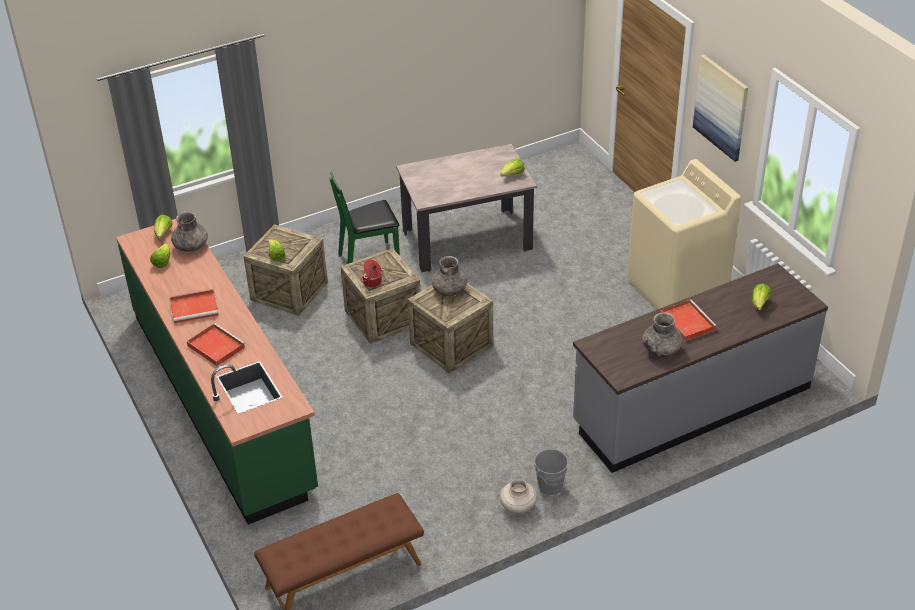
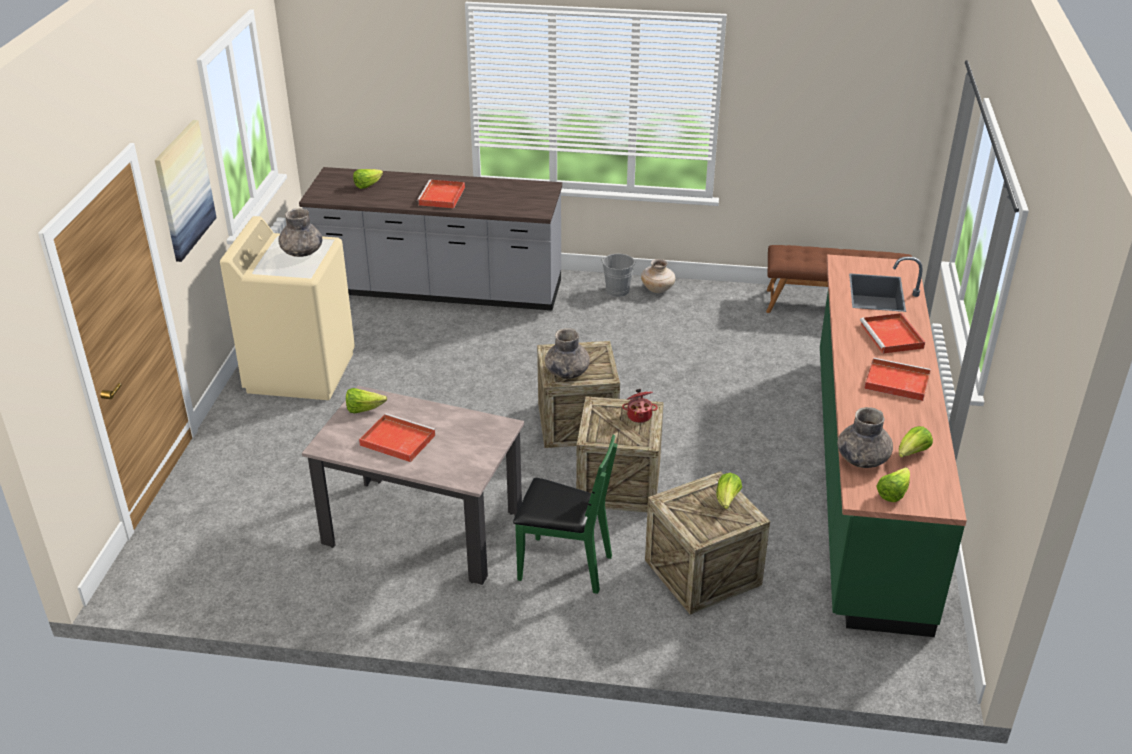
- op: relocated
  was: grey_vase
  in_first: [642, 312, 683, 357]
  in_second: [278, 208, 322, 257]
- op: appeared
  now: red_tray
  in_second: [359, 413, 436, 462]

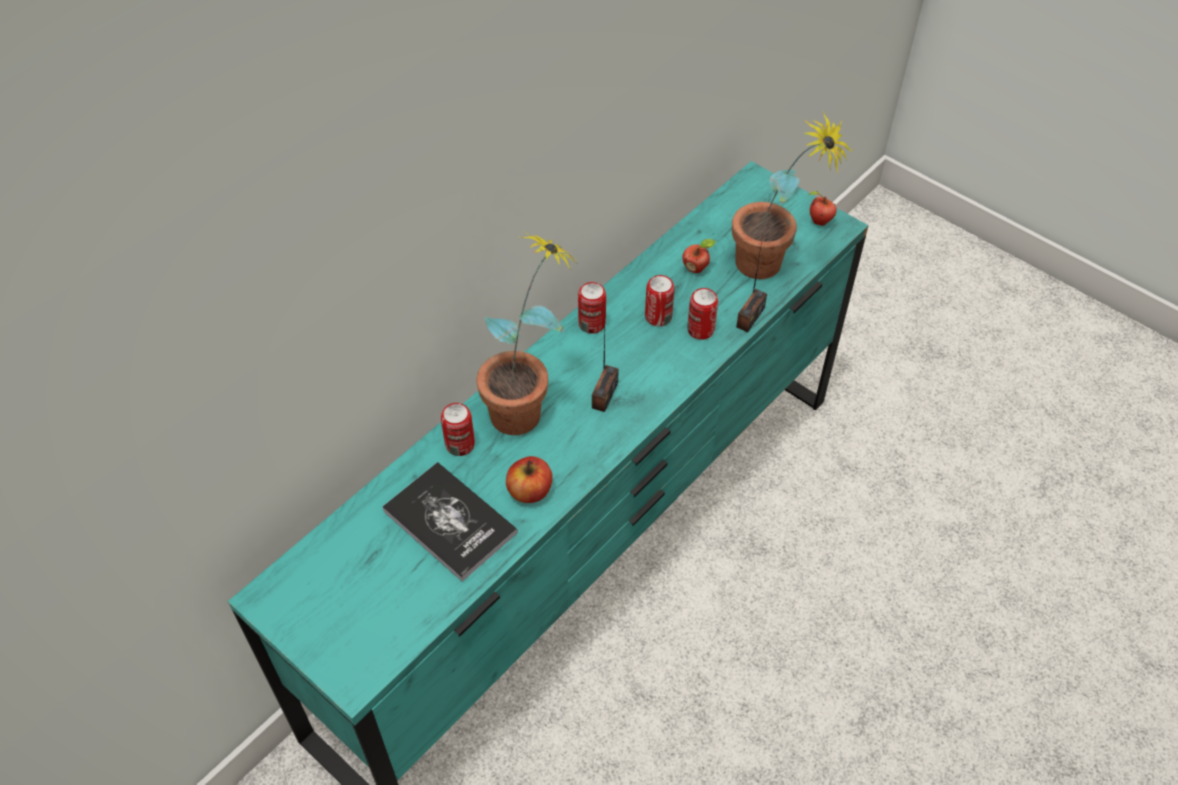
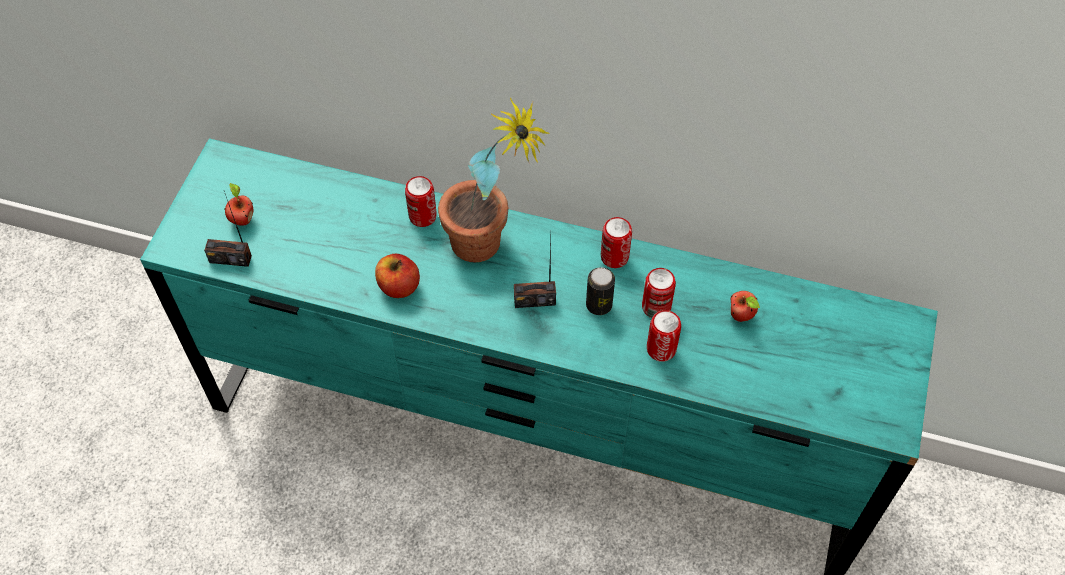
- op: relocated
  was: radio
  in_first: [736, 235, 767, 332]
  in_second: [204, 191, 252, 267]
- op: relocated
  was: apple
  in_first: [809, 191, 837, 226]
  in_second: [224, 183, 253, 226]
- op: appeared
  now: can
  in_second: [586, 267, 615, 315]
- op: missing
  was: book
  in_first: [382, 462, 518, 582]
- op: missing
  was: potted_plant
  in_first: [732, 112, 853, 279]

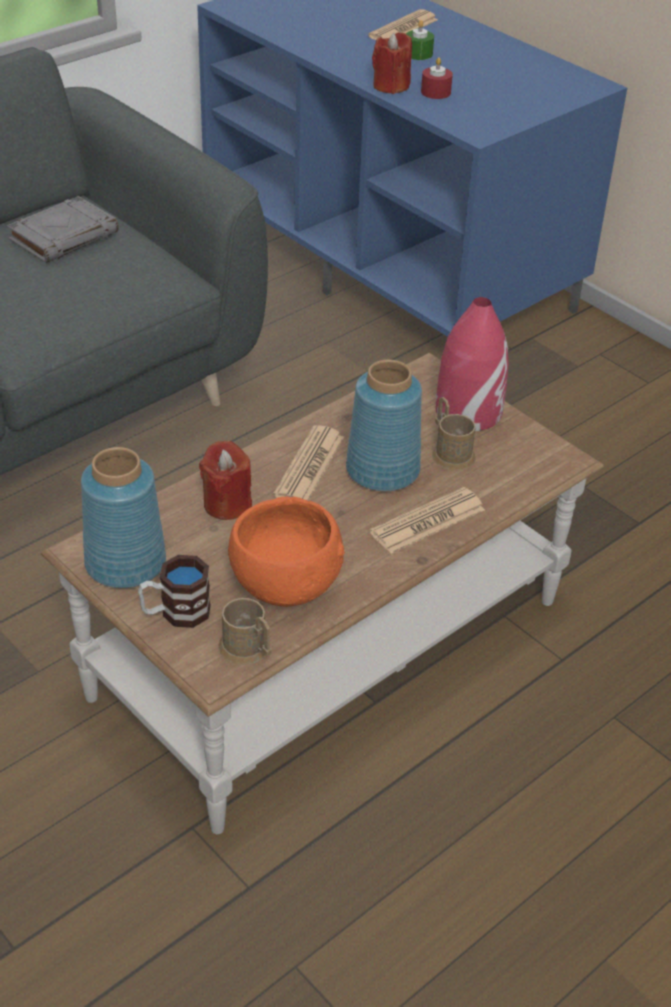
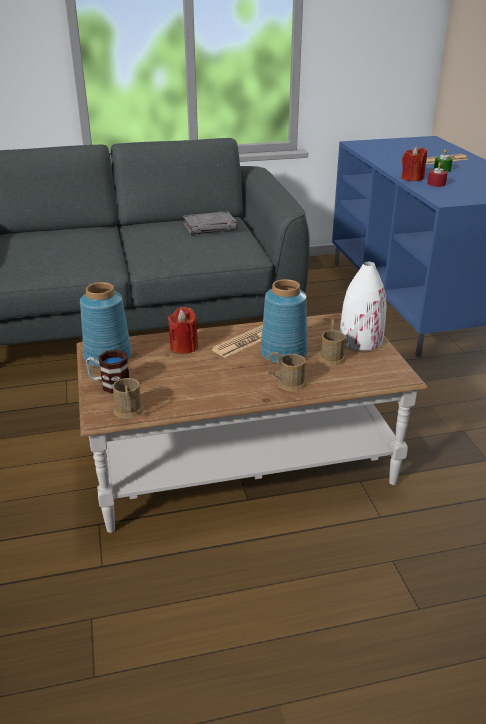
- op: exchanged
  was: newspaper
  now: brown_mug
  in_first: [370, 487, 485, 554]
  in_second: [268, 352, 307, 392]
- op: colour
  was: red_vase
  now: white_vase
  in_first: [436, 297, 509, 431]
  in_second: [340, 262, 387, 351]
- op: missing
  was: orange_bowl
  in_first: [228, 496, 344, 607]

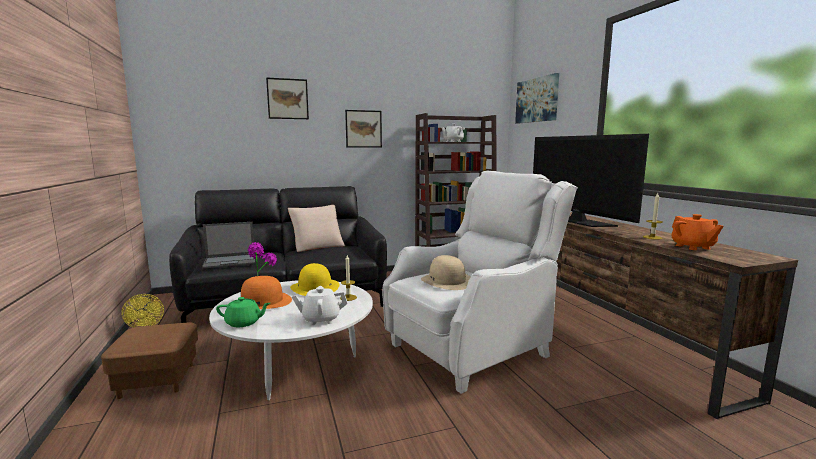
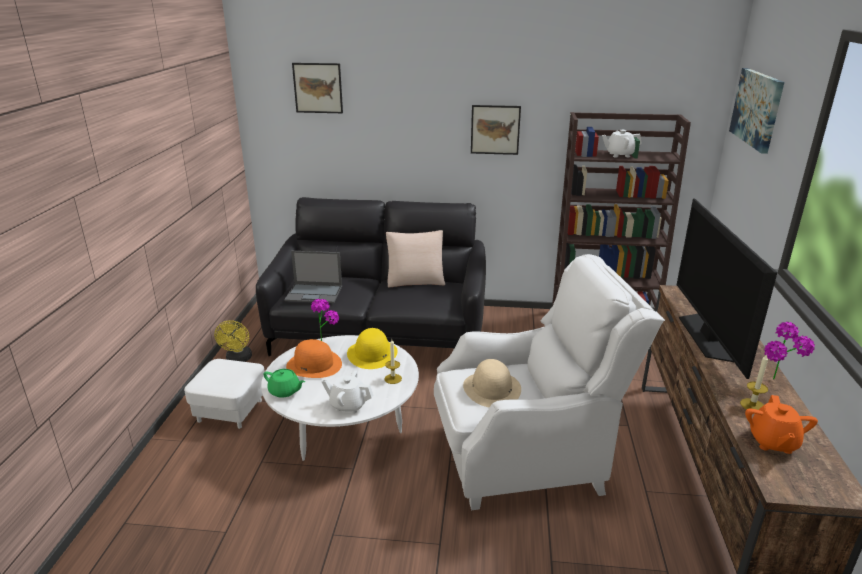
- op: colour
  was: brown_ottoman
  now: white_ottoman
  in_first: [101, 322, 198, 399]
  in_second: [184, 359, 265, 429]
- op: relocated
  was: picture
  in_first: [266, 77, 309, 119]
  in_second: [292, 63, 343, 113]
- op: appeared
  now: potted_plant
  in_second: [764, 322, 815, 379]

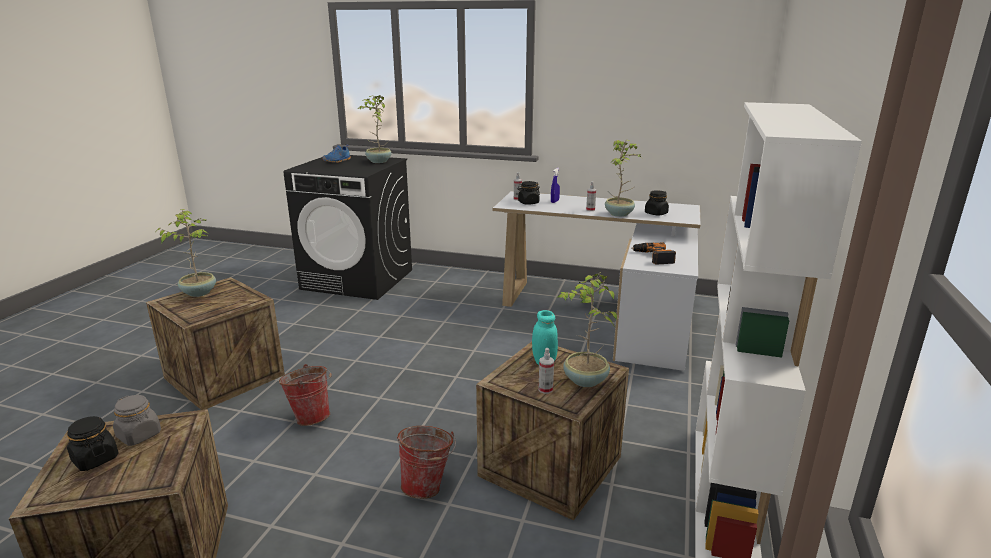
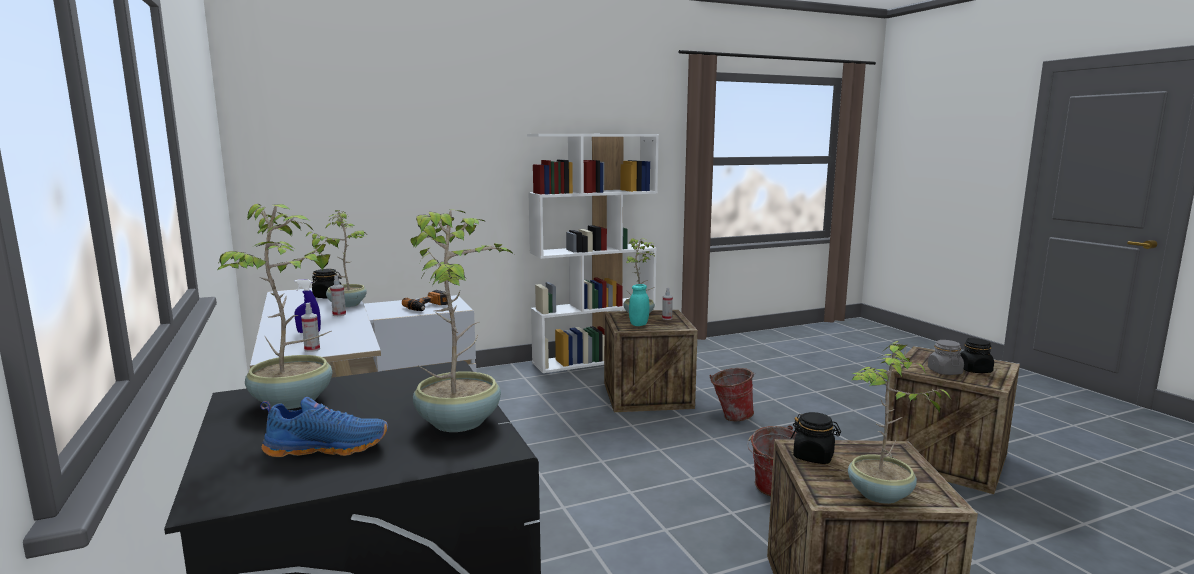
- op: appeared
  now: potted_plant
  in_second: [410, 209, 514, 432]
- op: relocated
  was: black_jar
  in_first: [518, 181, 540, 205]
  in_second: [791, 412, 841, 464]

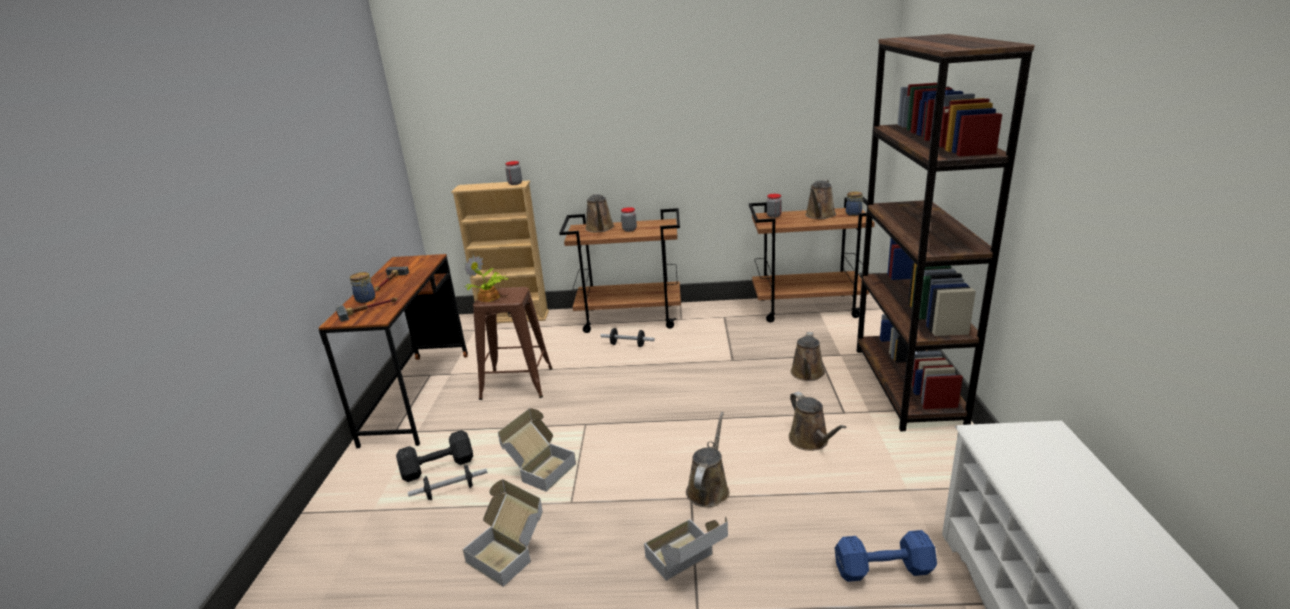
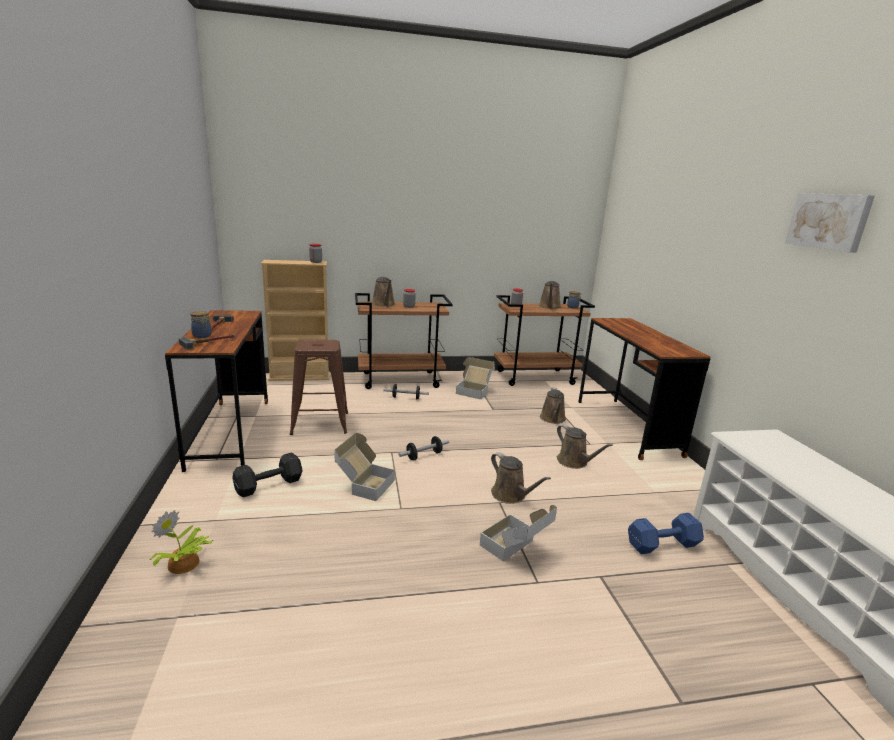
- op: relocated
  was: potted_plant
  in_first: [464, 255, 509, 302]
  in_second: [150, 510, 213, 574]
- op: relocated
  was: dumbbell
  in_first: [408, 465, 487, 500]
  in_second: [399, 436, 449, 460]
- op: relocated
  was: cardboard_box
  in_first: [463, 479, 543, 587]
  in_second: [456, 357, 495, 399]
- op: spun
  was: brown_watering_can
  in_first: [686, 412, 730, 507]
  in_second: [491, 452, 551, 504]
  clockwise: 135
- op: exchanged
  was: brown_bookcase
  now: brown_desk
  in_first: [857, 34, 1035, 431]
  in_second: [578, 318, 710, 460]
- op: appeared
  now: picture
  in_second: [785, 193, 875, 253]

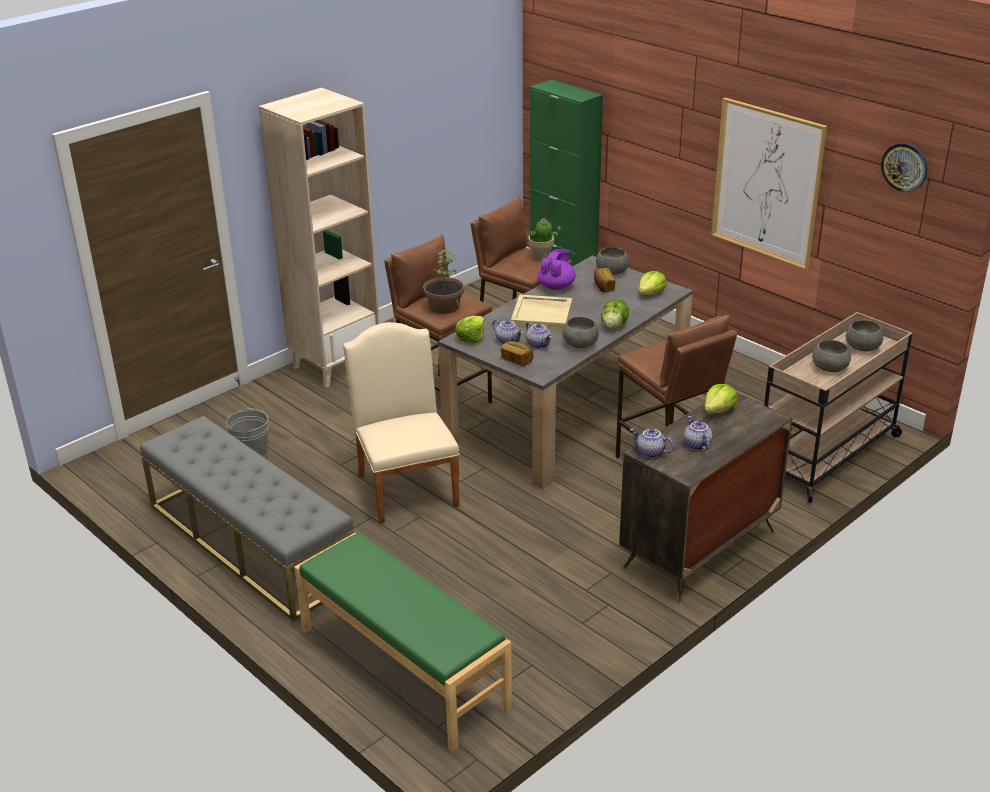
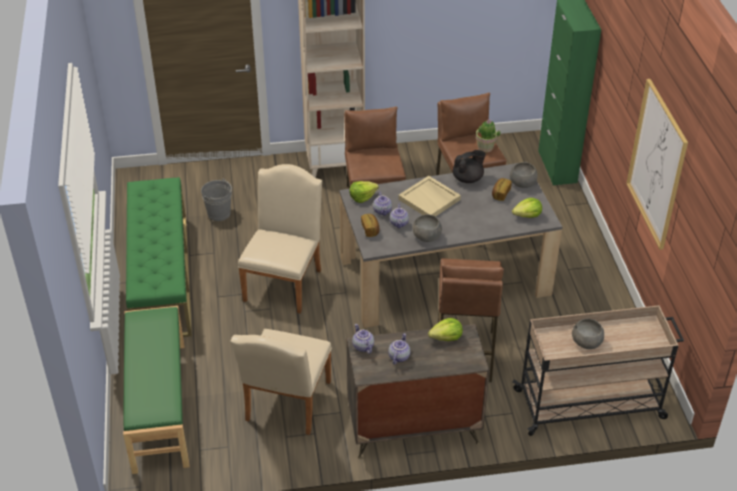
- op: colour
  was: grey_bench
  now: green_bench
  in_first: [140, 416, 354, 621]
  in_second: [126, 177, 192, 337]
- op: appeared
  now: beige_chair
  in_second: [231, 329, 332, 435]
- op: colour
  was: purple_teapot
  now: black_teapot
  in_first: [537, 249, 576, 290]
  in_second: [453, 150, 486, 183]
- op: missing
  was: potted_plant
  in_first: [423, 249, 464, 314]
- op: missing
  was: lettuce
  in_first: [601, 299, 629, 329]
- op: missing
  was: grey_bowl
  in_first: [846, 320, 884, 352]
- op: missing
  was: wall_clock
  in_first: [881, 143, 928, 192]

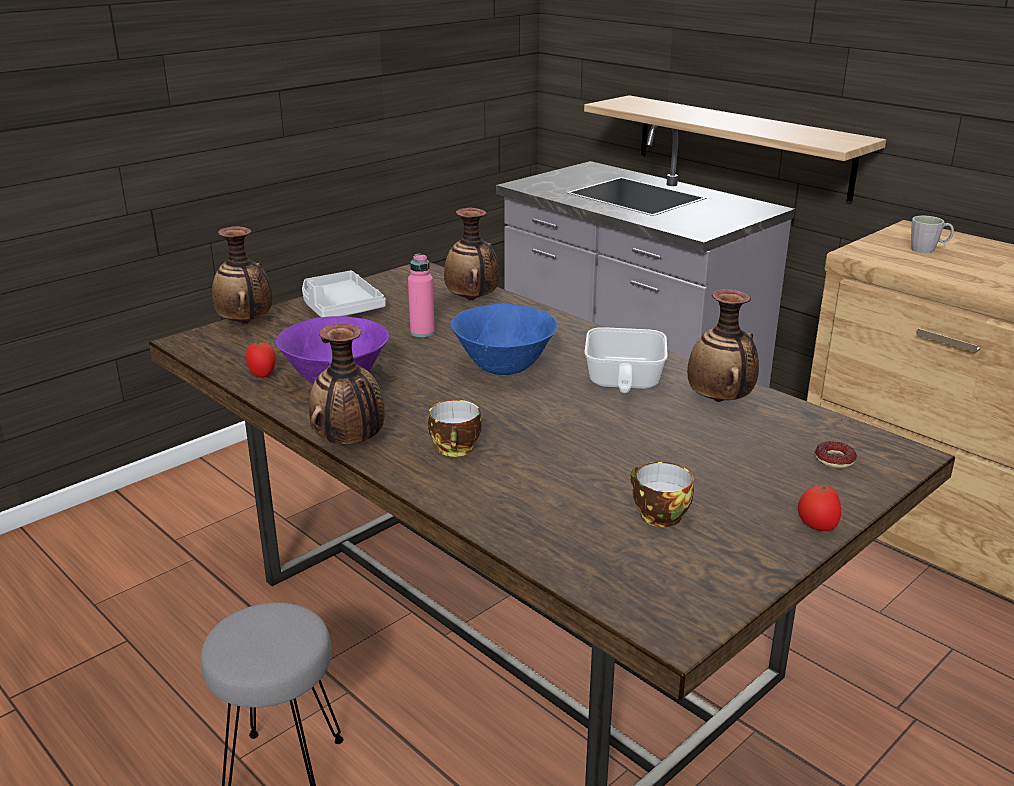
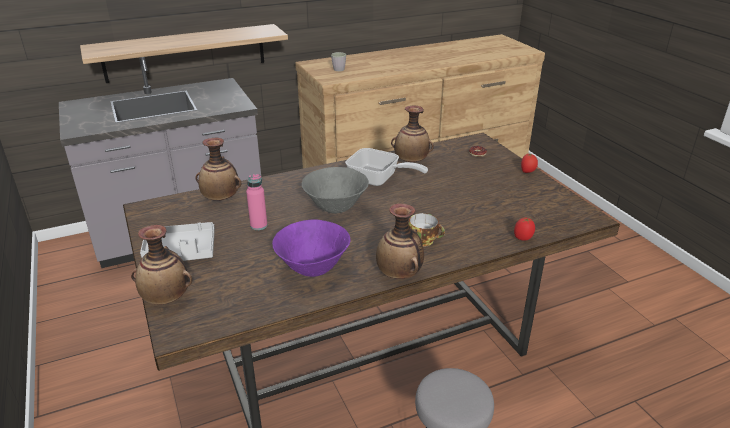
- op: colour
  was: blue_bowl
  now: grey_bowl
  in_first: [450, 304, 558, 375]
  in_second: [302, 167, 369, 214]
- op: relocated
  was: tomato
  in_first: [246, 342, 276, 377]
  in_second: [514, 218, 535, 241]
- op: missing
  was: cup
  in_first: [630, 462, 694, 527]

